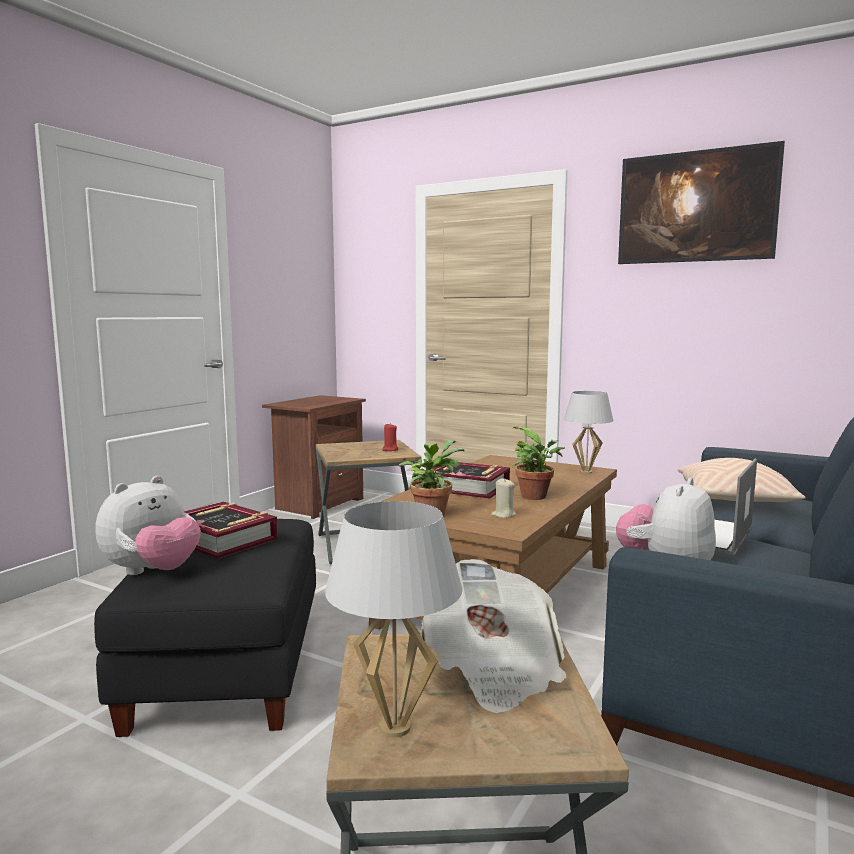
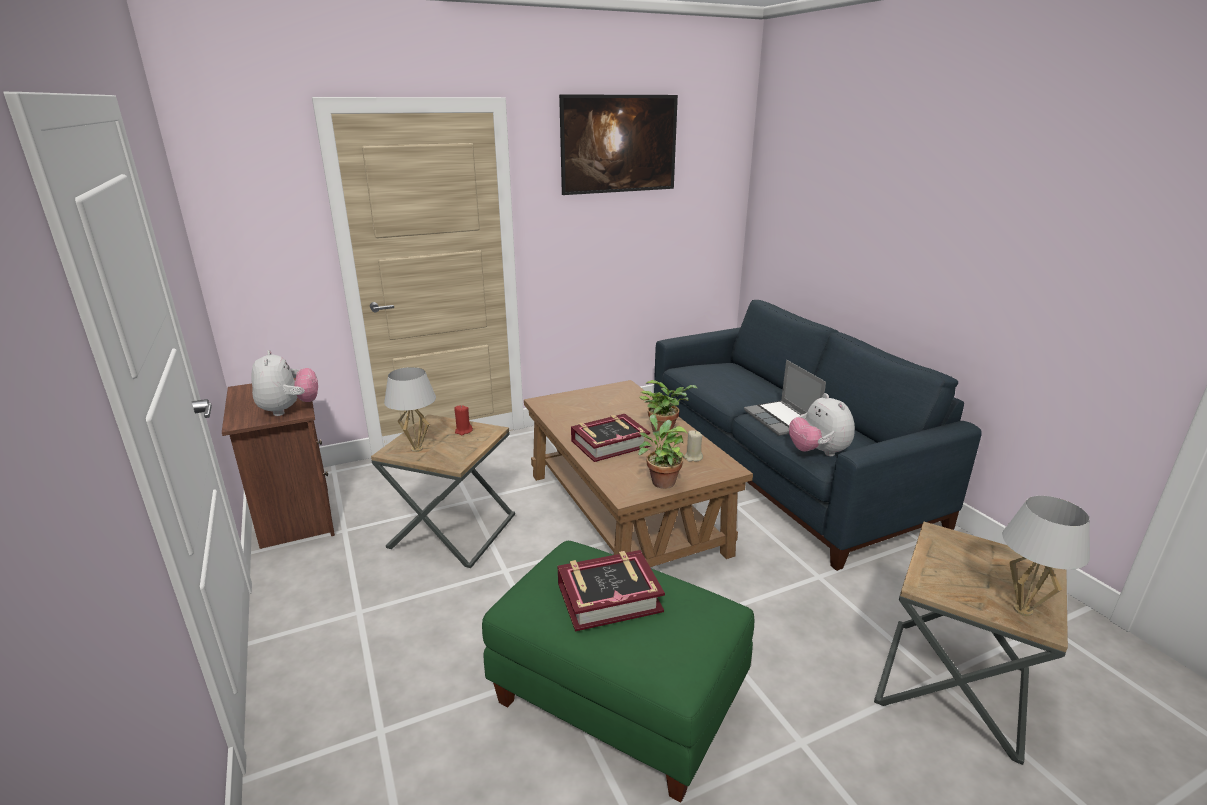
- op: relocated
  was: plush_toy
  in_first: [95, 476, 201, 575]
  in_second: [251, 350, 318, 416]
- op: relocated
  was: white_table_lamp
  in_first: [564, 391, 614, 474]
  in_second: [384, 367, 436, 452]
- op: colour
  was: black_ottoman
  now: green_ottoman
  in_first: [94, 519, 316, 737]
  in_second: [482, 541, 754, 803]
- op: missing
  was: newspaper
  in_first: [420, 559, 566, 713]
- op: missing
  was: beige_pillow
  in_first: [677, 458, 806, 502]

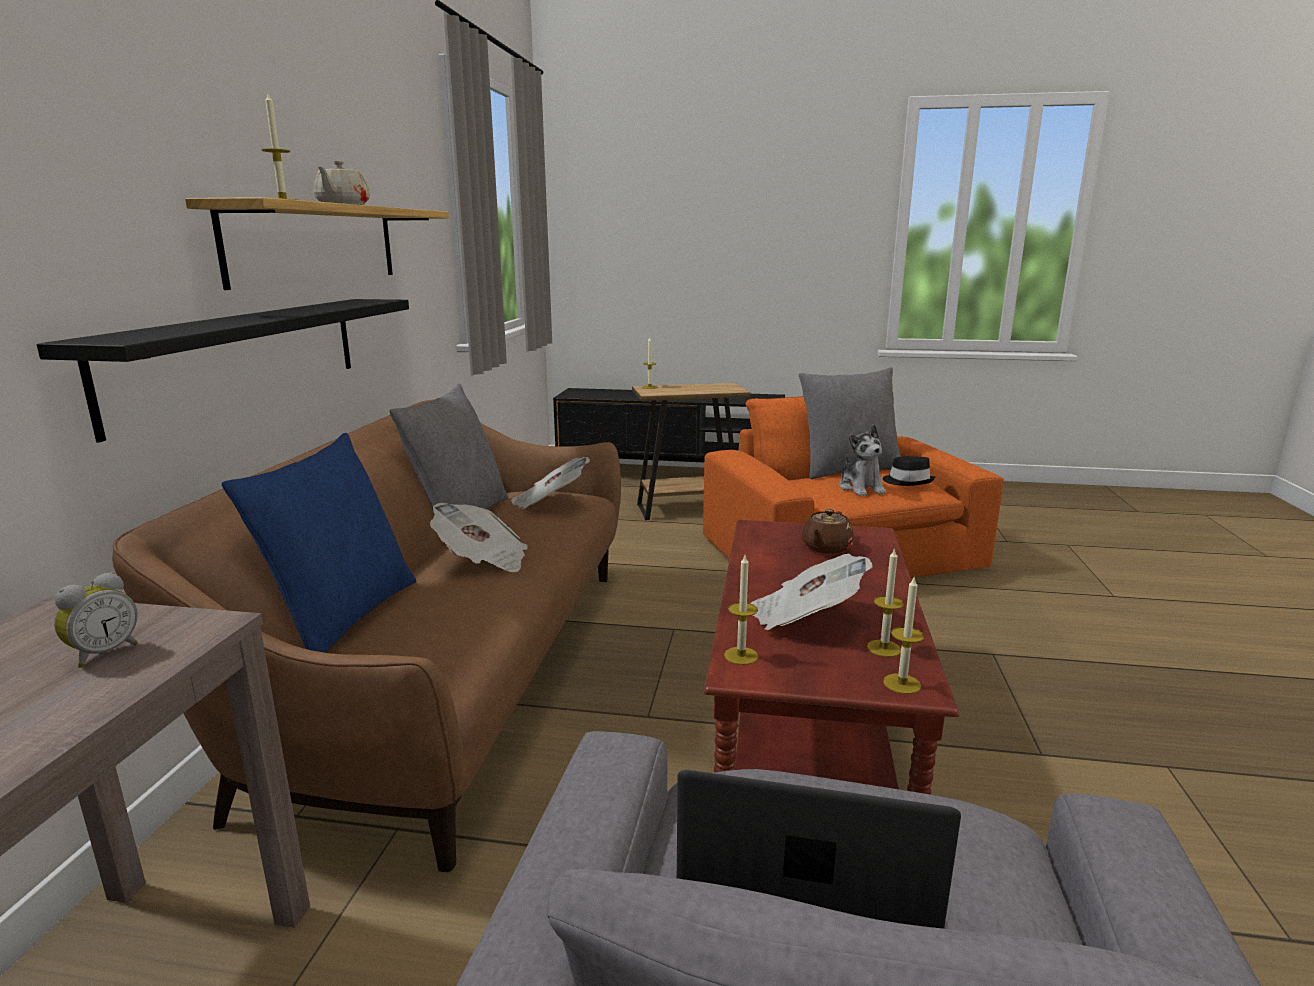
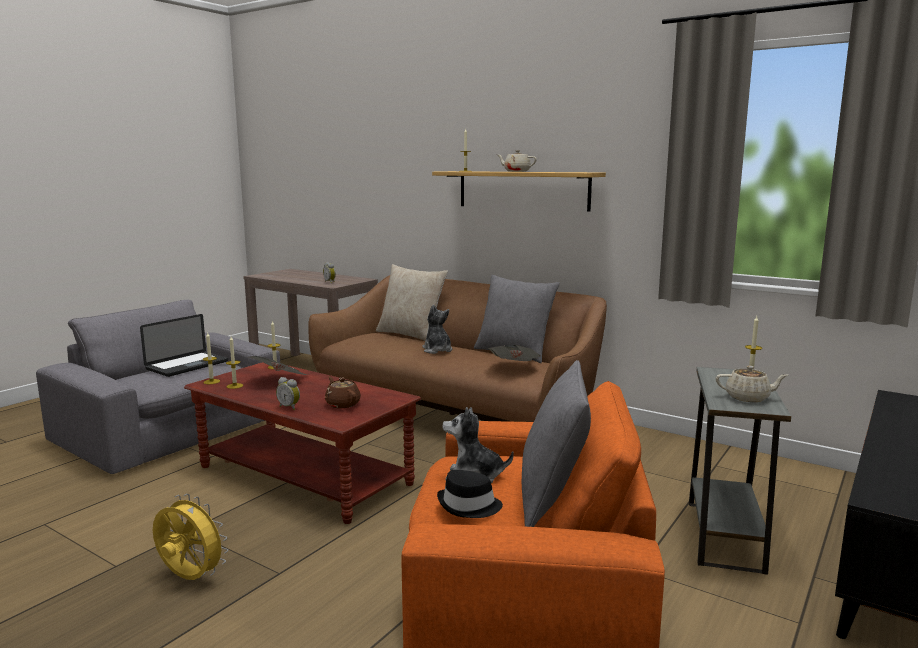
- op: appeared
  now: yellow_fan
  in_second: [153, 494, 228, 580]
- op: appeared
  now: alarm_clock
  in_second: [276, 377, 300, 410]
- op: colour
  was: blue_pillow
  now: beige_pillow
  in_first: [222, 433, 416, 653]
  in_second: [376, 264, 448, 341]
- op: exchanged
  was: newspaper
  now: plush_toy
  in_first: [430, 503, 528, 572]
  in_second: [422, 305, 452, 354]
- op: colour
  was: brown_side_table
  now: grey_side_table
  in_first: [632, 383, 751, 520]
  in_second: [689, 367, 791, 575]
- op: appeared
  now: beige_teapot
  in_second: [716, 366, 788, 402]
- op: missing
  was: black_shelf
  in_first: [37, 299, 409, 443]

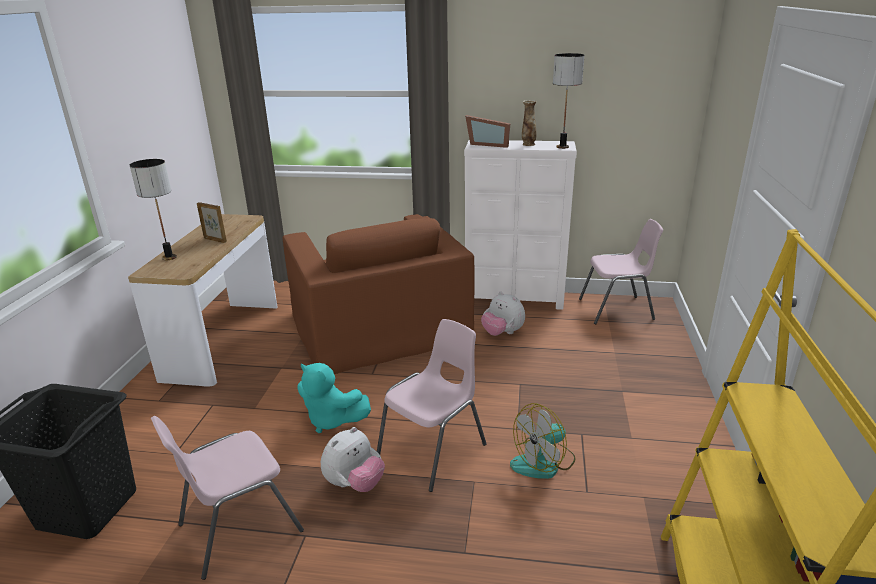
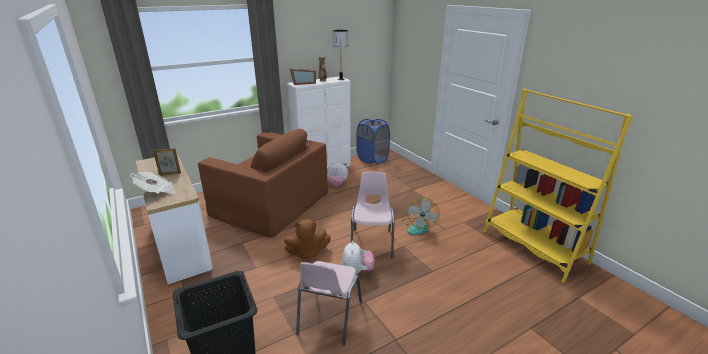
- op: exchanged
  was: table_lamp
  now: newspaper
  in_first: [130, 159, 177, 260]
  in_second: [130, 172, 175, 194]
- op: colour
  was: turquoise_plush_toy
  now: brown_plush_toy
  in_first: [297, 363, 371, 433]
  in_second: [284, 219, 331, 262]
- op: exchanged
  was: pink_chair
  now: blue_laundry_basket
  in_first: [579, 219, 663, 324]
  in_second: [356, 119, 390, 164]

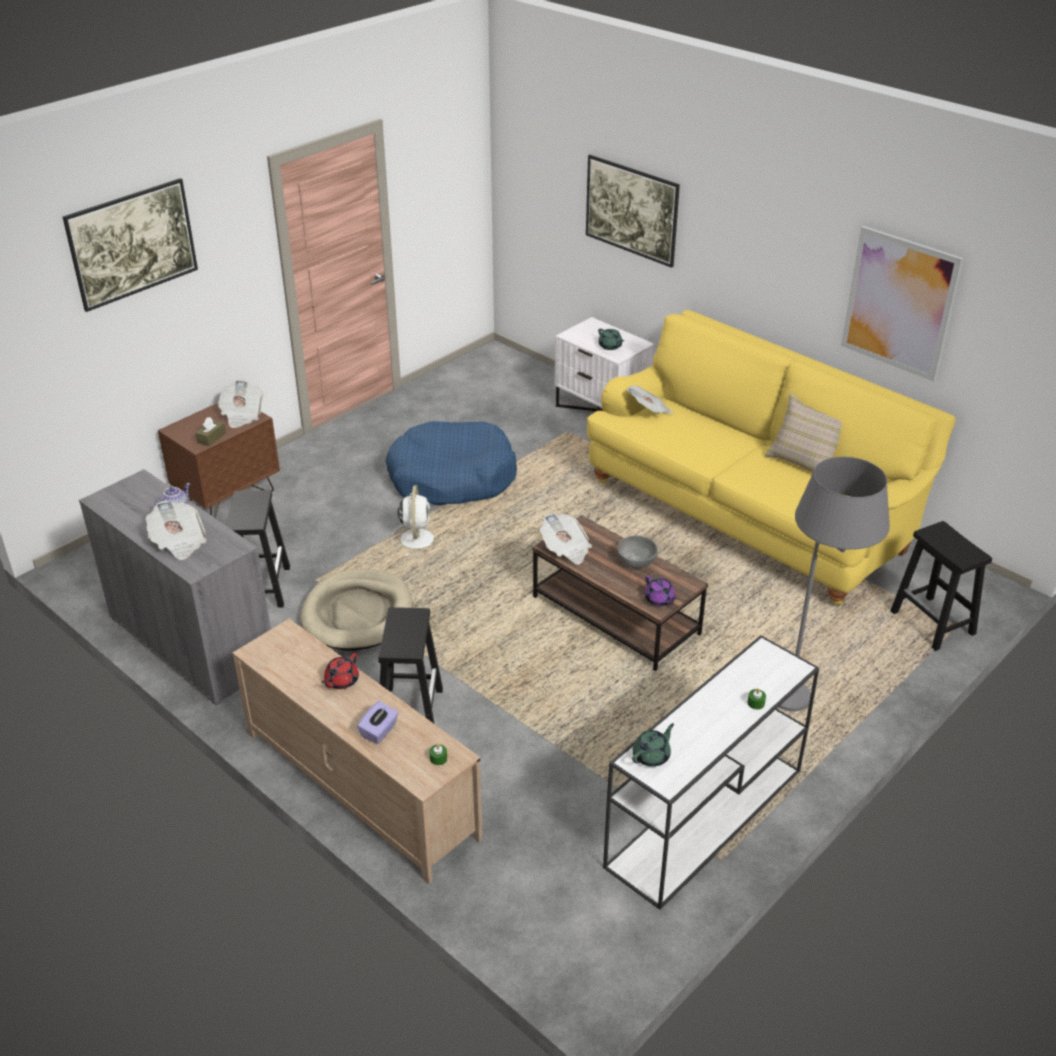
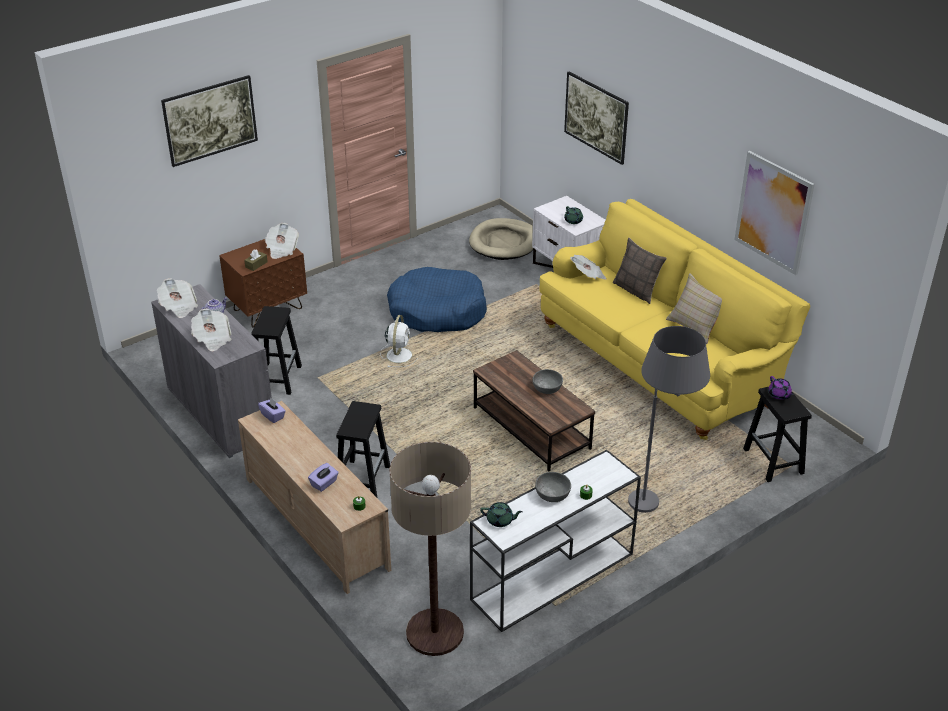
- op: relocated
  was: newspaper
  in_first: [540, 513, 592, 565]
  in_second: [157, 278, 198, 318]
- op: appeared
  now: purple_tissue_box
  in_second: [258, 397, 286, 423]
- op: appeared
  now: floor_lamp
  in_second: [390, 442, 471, 656]
- op: relocated
  was: beige_dog_bed
  in_first: [300, 569, 412, 651]
  in_second: [469, 218, 533, 260]
- op: spun
  was: green_teapot
  in_first: [632, 723, 674, 767]
  in_second: [480, 502, 523, 527]
  clockwise: 45
- op: appeared
  now: grey_bowl
  in_second: [535, 472, 571, 502]
- op: appeared
  now: pillow
  in_second: [613, 238, 667, 304]
- op: relocated
  was: purple_teapot
  in_first: [644, 576, 677, 606]
  in_second: [768, 376, 793, 400]
- op: missing
  was: red_teapot
  in_first: [321, 653, 359, 689]

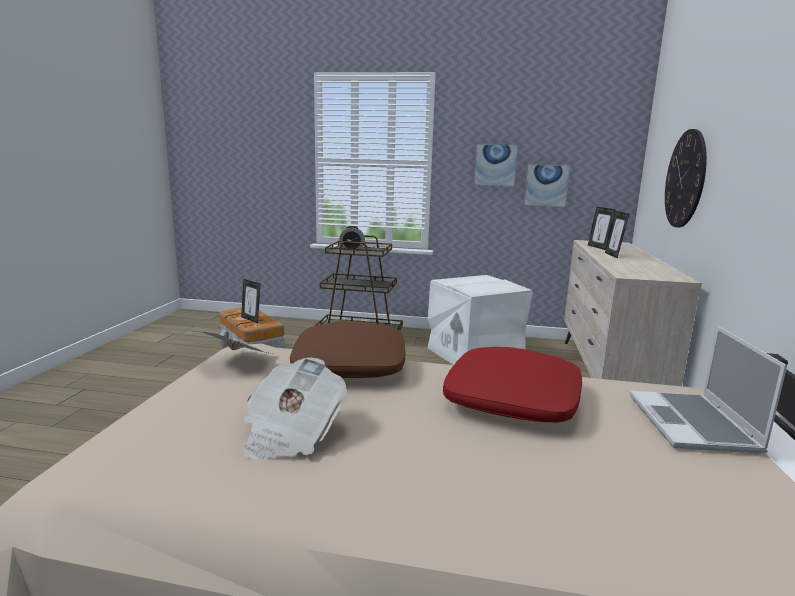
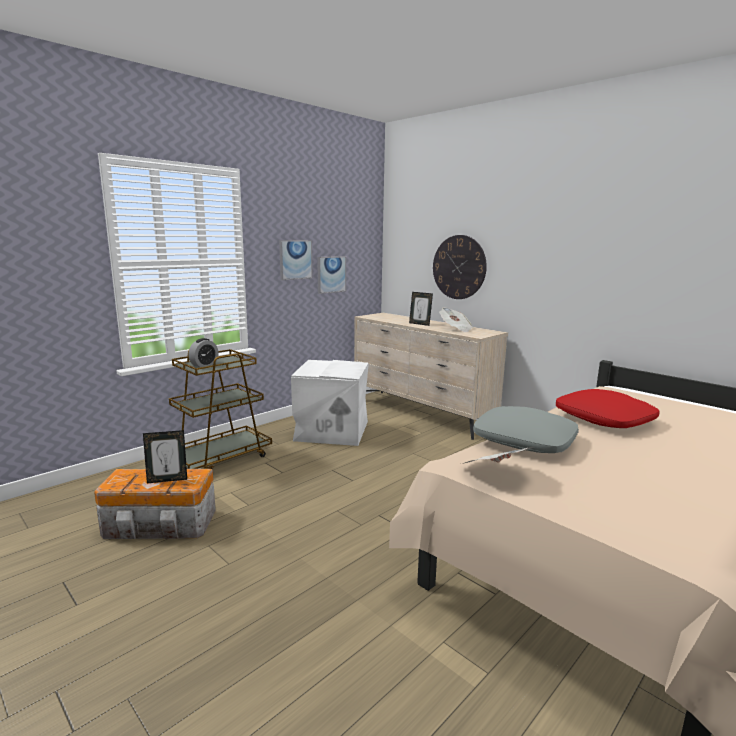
- op: relocated
  was: newspaper
  in_first: [243, 357, 347, 460]
  in_second: [439, 307, 474, 332]
- op: colour
  was: brown_pillow
  now: grey_pillow
  in_first: [290, 321, 406, 378]
  in_second: [473, 406, 579, 453]
- op: missing
  was: picture_frame
  in_first: [588, 207, 616, 250]
- op: missing
  was: laptop
  in_first: [630, 326, 787, 453]

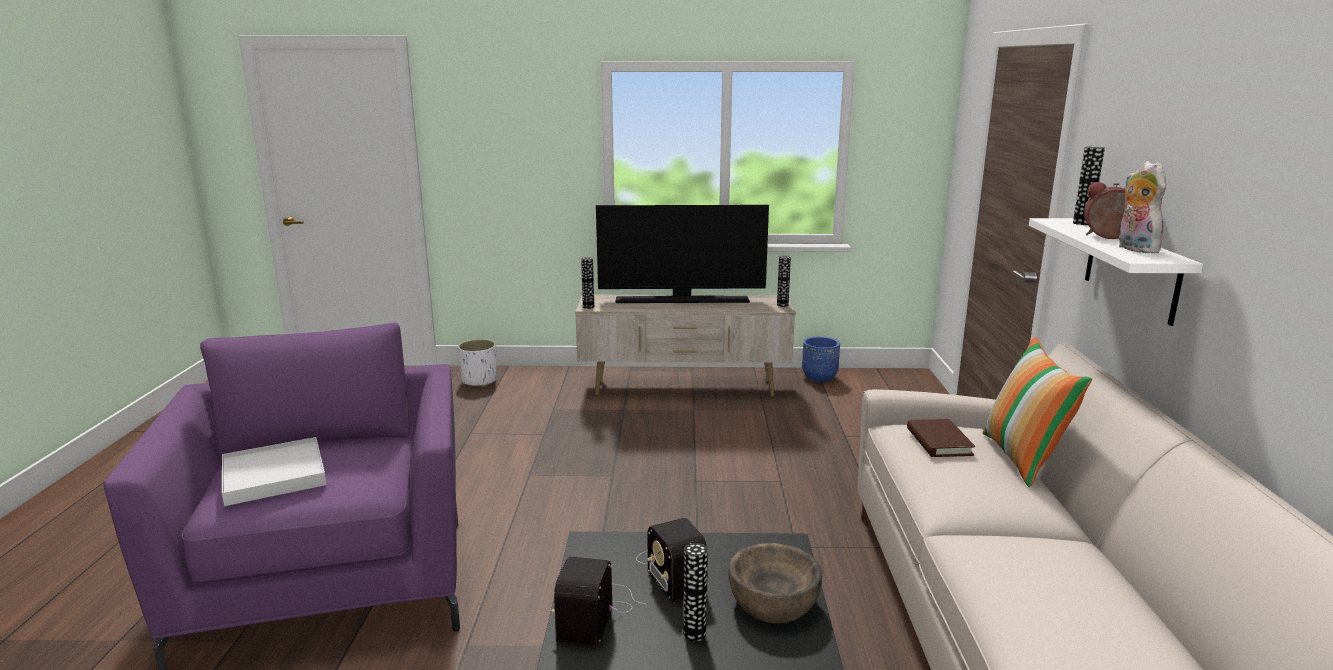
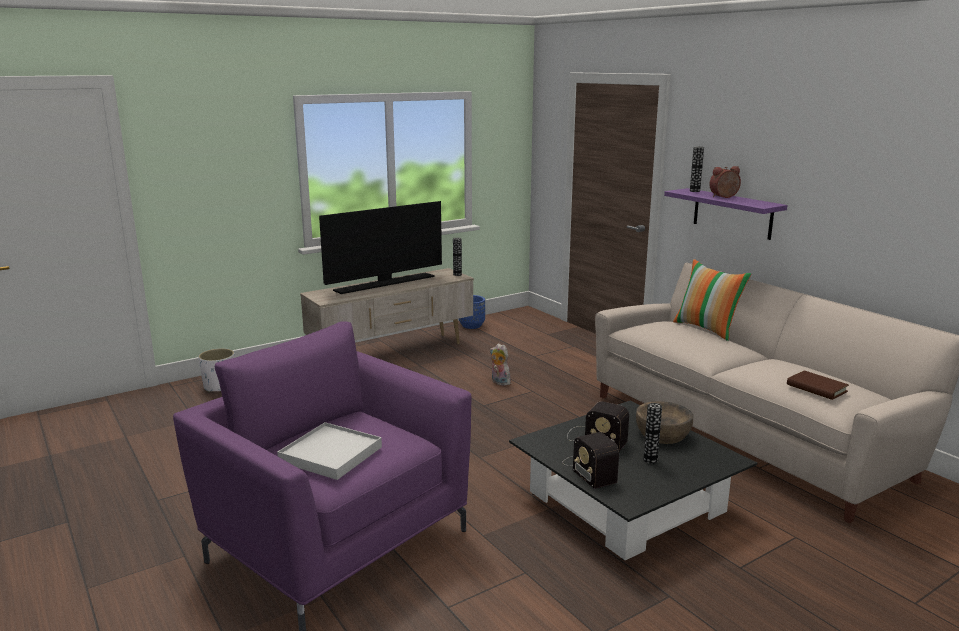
- op: relocated
  was: plush_toy
  in_first: [1119, 161, 1166, 253]
  in_second: [490, 343, 511, 386]
- op: colour
  was: white_shelf
  now: purple_shelf
  in_first: [1029, 218, 1203, 326]
  in_second: [664, 188, 788, 240]
- op: relocated
  was: brown_book
  in_first: [907, 419, 975, 457]
  in_second: [787, 370, 849, 400]
- op: missing
  was: vase
  in_first: [581, 257, 594, 309]

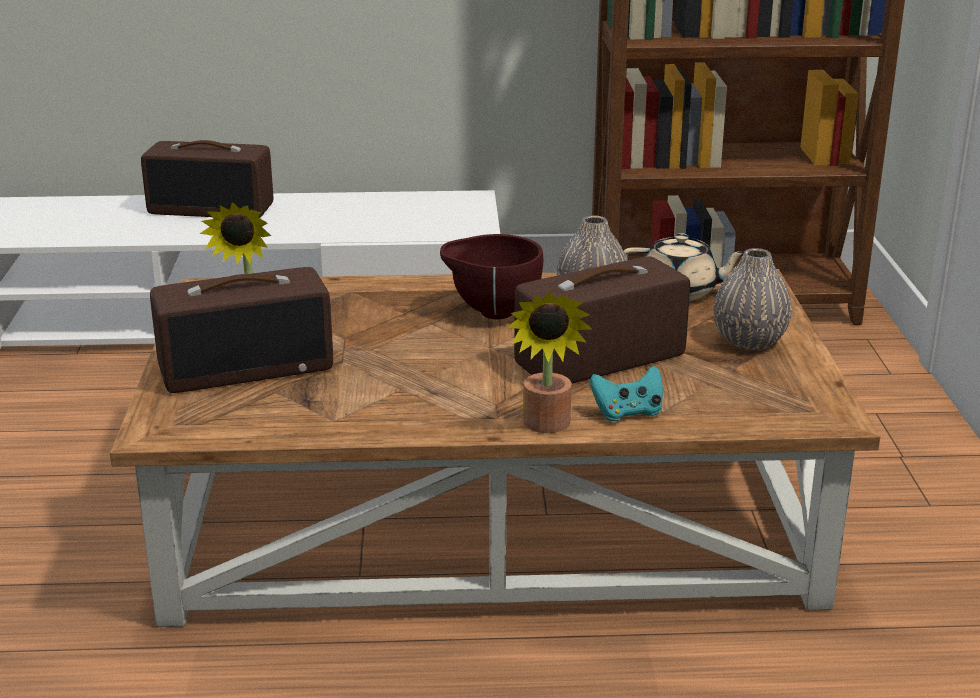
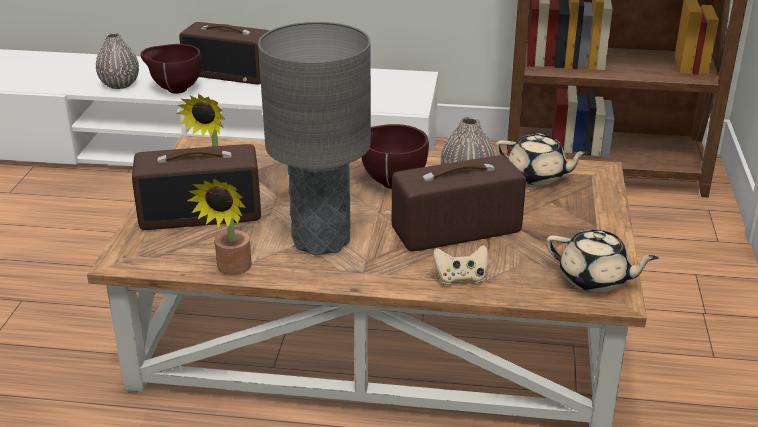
- op: relocated
  was: grey_vase
  in_first: [713, 248, 792, 350]
  in_second: [96, 33, 139, 89]
- op: appeared
  now: brown_bowl
  in_second: [140, 44, 201, 94]
- op: relocated
  was: potted_plant
  in_first: [507, 291, 592, 433]
  in_second: [188, 179, 252, 275]
- op: appeared
  now: grey_table_lamp
  in_second: [258, 22, 371, 256]
- op: colour
  was: turquoise_game_controller
  now: beige_game_controller
  in_first: [590, 366, 663, 421]
  in_second: [433, 245, 488, 285]
- op: appeared
  now: beige_teapot
  in_second: [546, 230, 659, 292]

